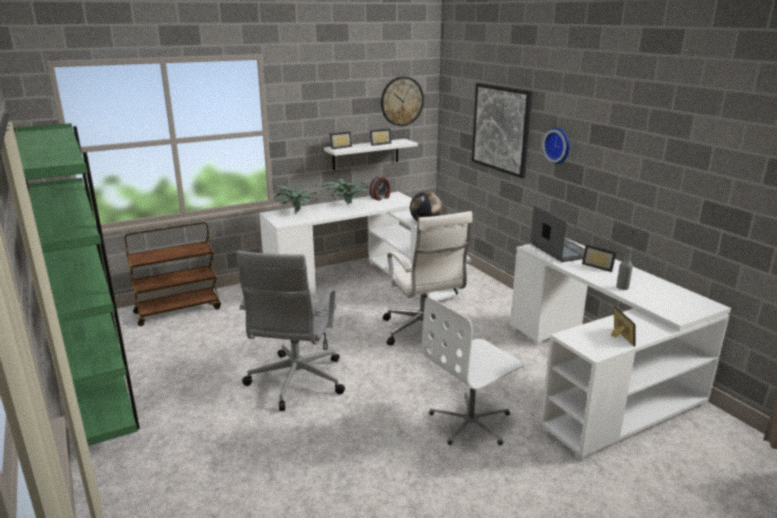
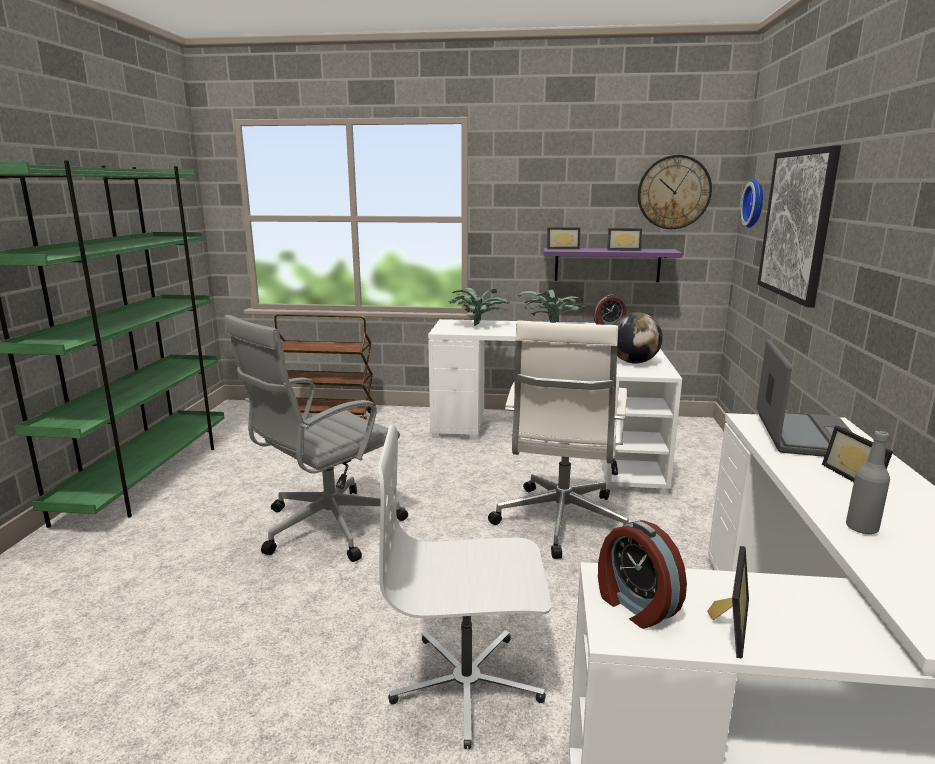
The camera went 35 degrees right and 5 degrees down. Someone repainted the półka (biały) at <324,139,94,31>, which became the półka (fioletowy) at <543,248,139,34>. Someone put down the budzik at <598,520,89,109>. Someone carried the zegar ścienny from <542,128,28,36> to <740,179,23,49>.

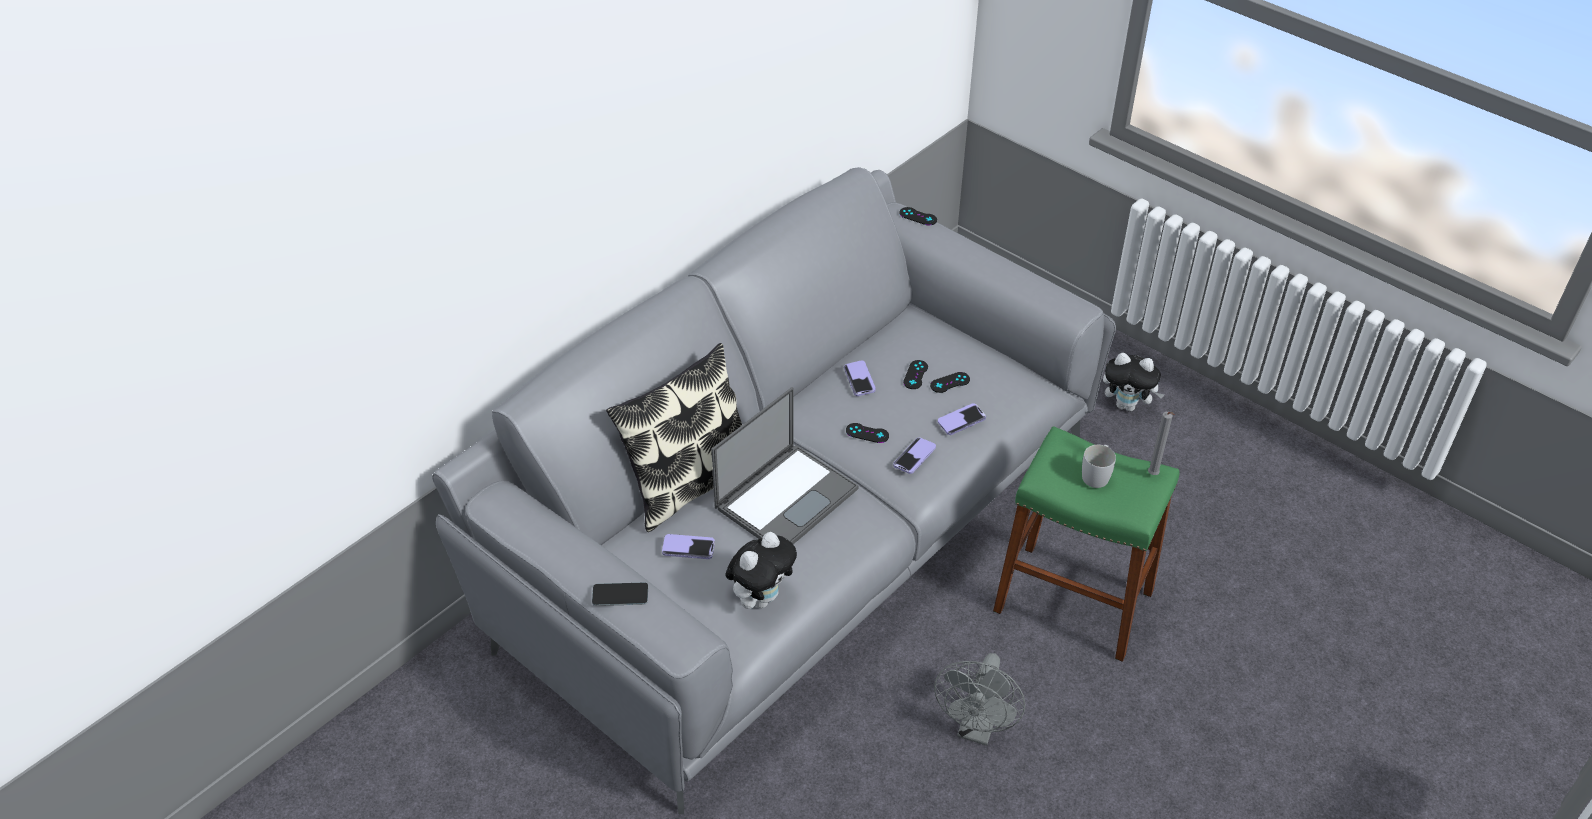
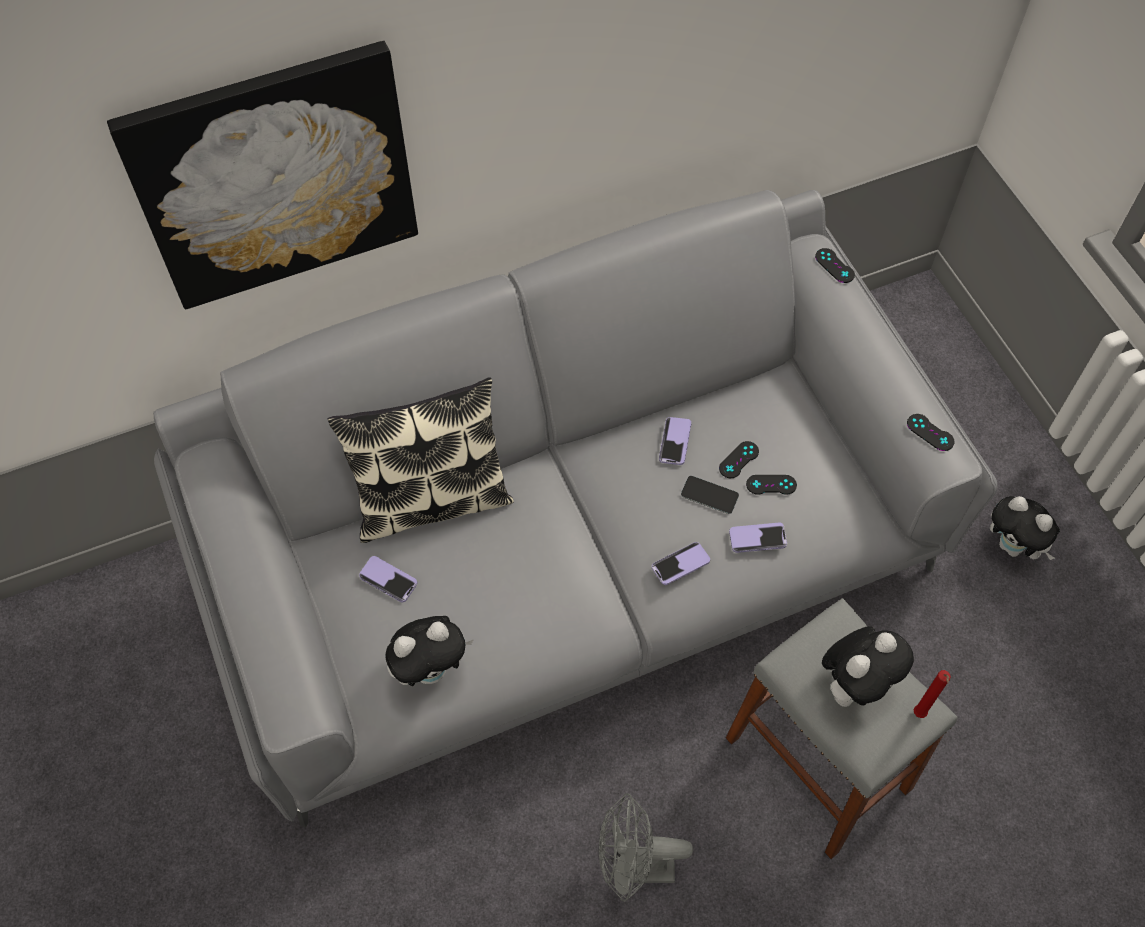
The camera went 25 degrees right and 15 degrees up. Someone put up the obraz at <107,41,311,268>. Someone rotated the wentylator (szary) at <934,653,91,93> by 45 degrees clockwise. Someone carried the telefon from <592,583,56,23> to <681,476,58,38>. Someone repainted the stołek (zielony) at <993,426,186,236>, which became the stołek (szary) at <726,598,232,261>. Someone swapped the kubek (biały) at <1082,445,34,43> for the pluszak at <822,626,92,81>. Someone carried the pad do gier (czarny) from <846,423,43,20> to <907,414,47,37>. Someone repainted the świeca (szary) at <1148,412,27,63>, which became the świeca (czerwony) at <914,670,37,48>. Someone took away the laptop at <711,387,147,157>.

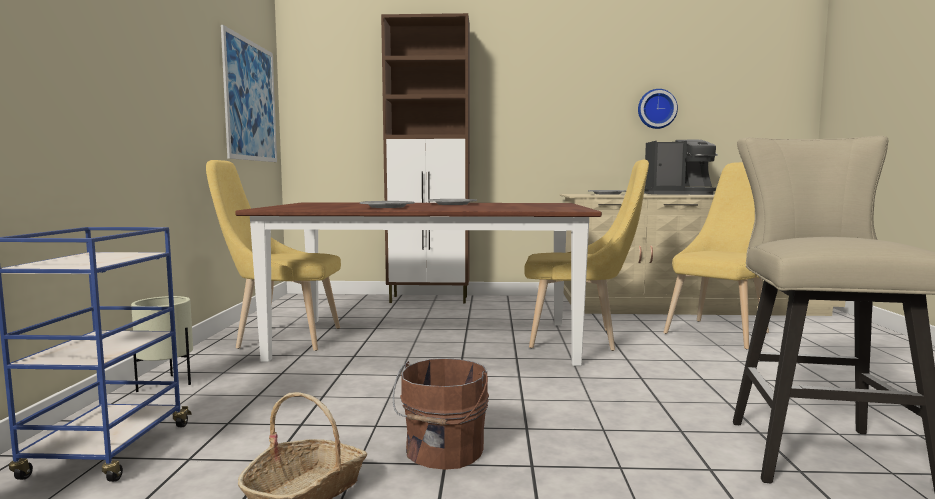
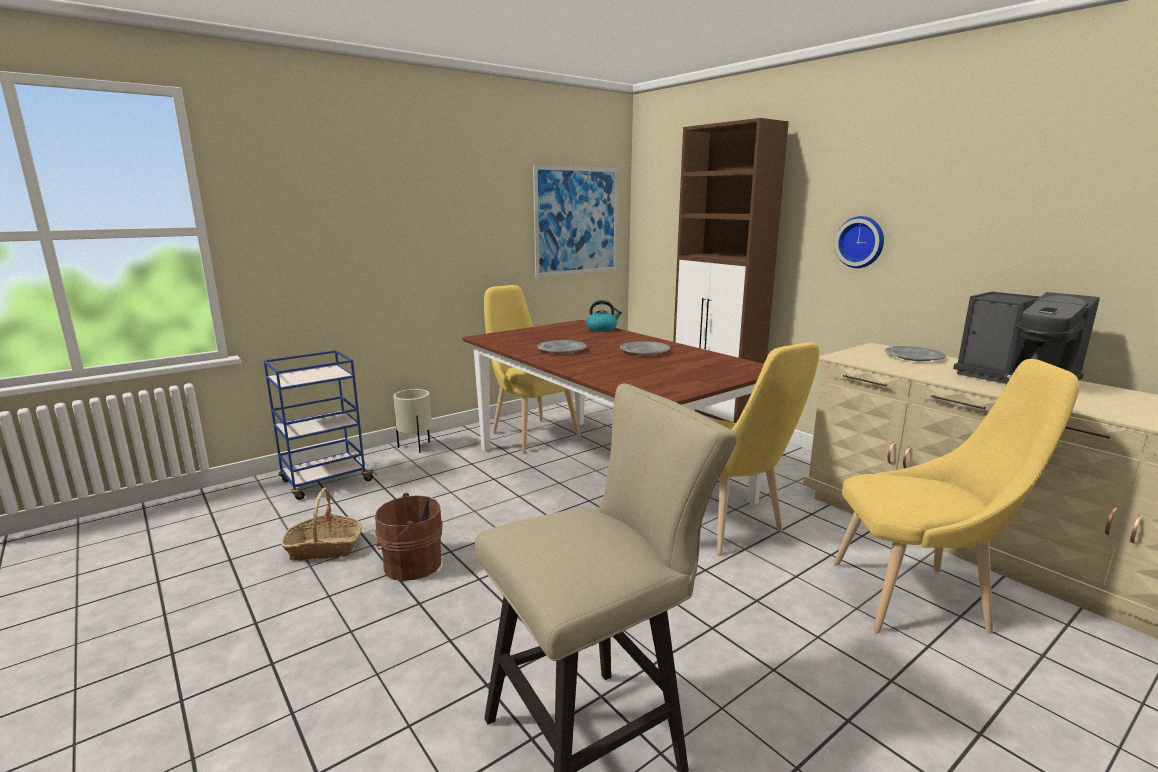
The camera went 50 degrees right and 10 degrees up. Someone put down the czajnik at <586,300,36,32>. Someone carried the zegar ścienny from <638,89,40,40> to <835,216,49,52>.

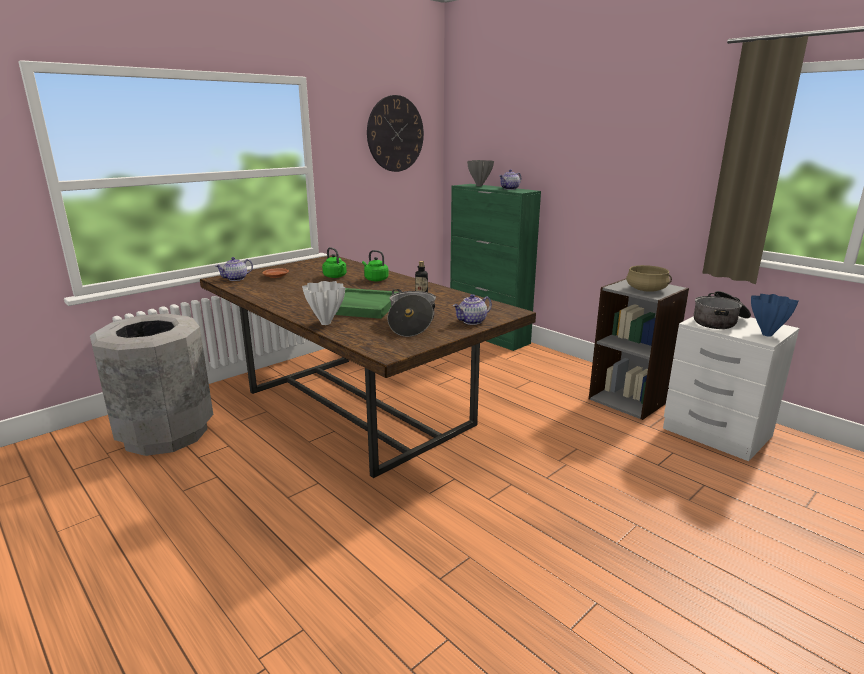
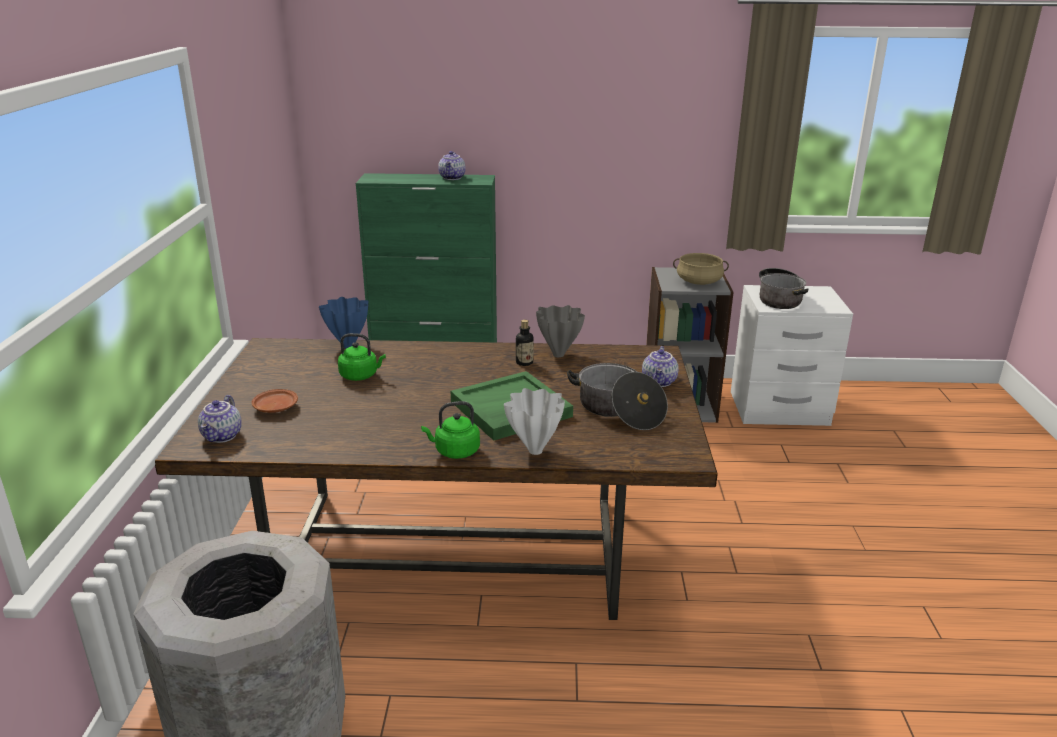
The camera went 45 degrees left and 5 degrees up. Someone carried the wazon (niebieski) from <751,294,47,43> to <319,297,49,52>. Someone carried the czajnik (zielony) from <362,250,27,32> to <421,401,59,58>. Someone carried the wazon (szary) from <467,160,27,26> to <536,305,49,52>. Someone took away the zegar ścienny at <367,95,57,77>.

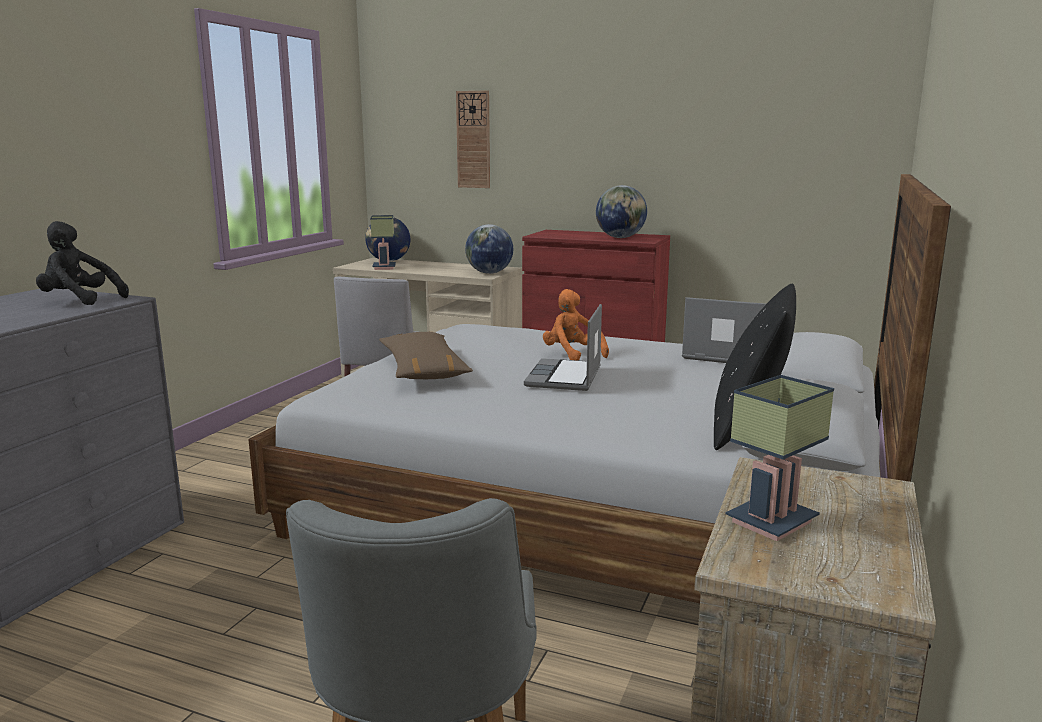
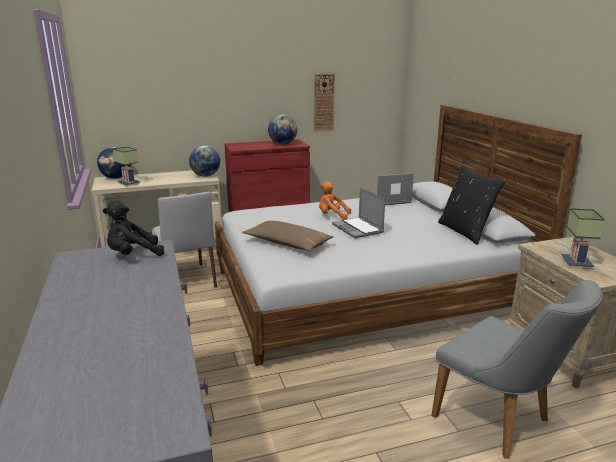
The camera went 40 degrees left and 5 degrees up. Someone carried the zegar ścienny from <456,90,34,98> to <314,73,21,59>.

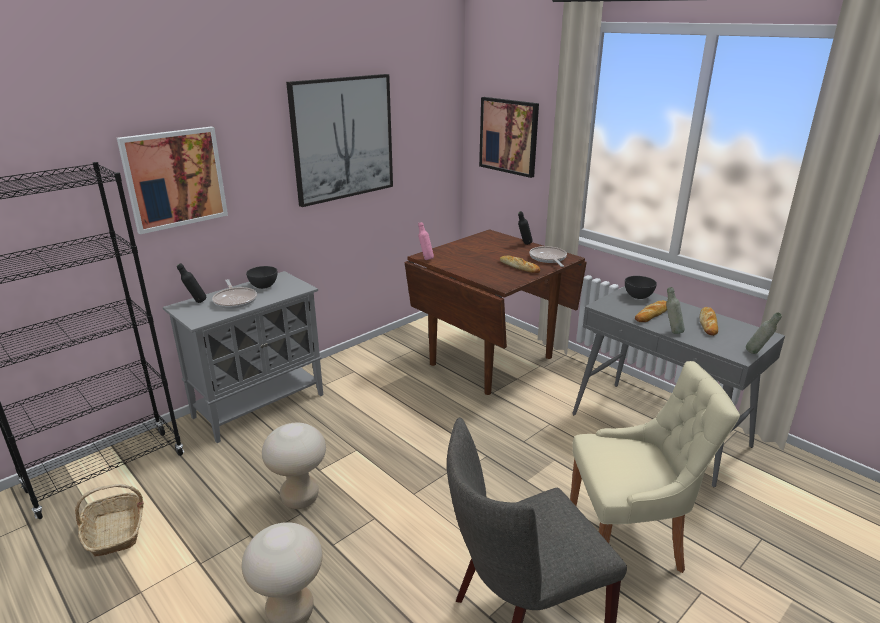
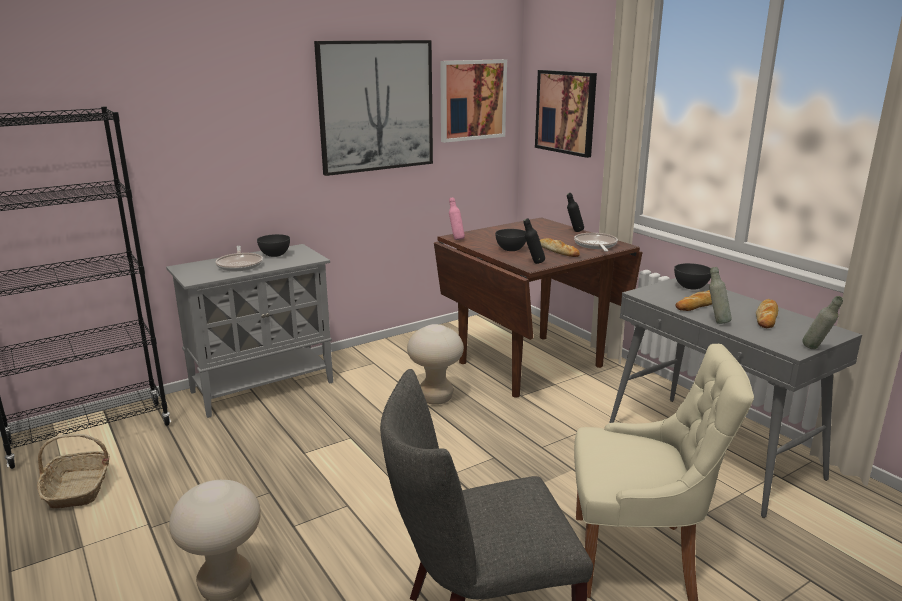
The camera went 10 degrees right and 5 degrees down. Someone carried the stołek (beżowy) from <262,423,64,86> to <407,324,57,81>. Someone carried the obraz from <117,126,111,108> to <440,59,67,84>. Someone put down the miska (szary) at <495,229,31,22>. Someone carried the butelka (czarny) from <177,263,29,40> to <524,218,21,46>.

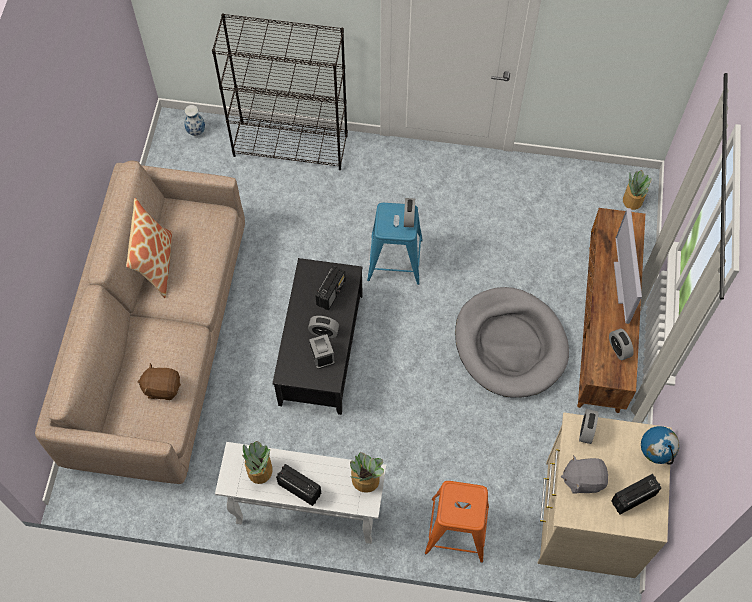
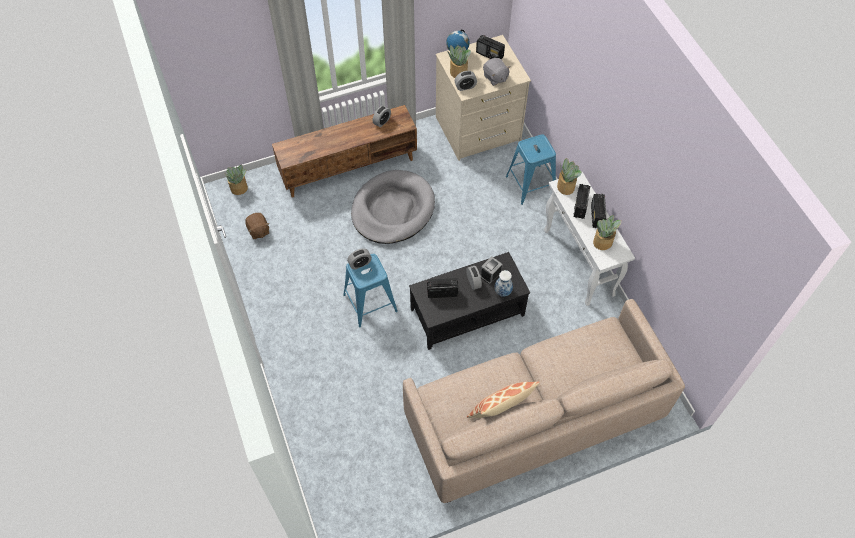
The camera went 120 degrees left and 5 degrees down. Someone carried the pluszak (brązowy) from <137,363,44,37> to <245,213,24,26>. Someone put down the roślina doniczkowa at <448,45,23,33>. Someone carried the wazon from <184,105,21,31> to <494,270,19,27>. Someone repainted the stołek (pomarańczowy) at <425,481,64,82>, which became the stołek (niebieski) at <506,134,50,71>. Someone put down the radio at <573,184,17,35>. Someone took away the regał (czarny) at <212,13,136,157>. Someone took away the telewizor at <614,208,28,116>.

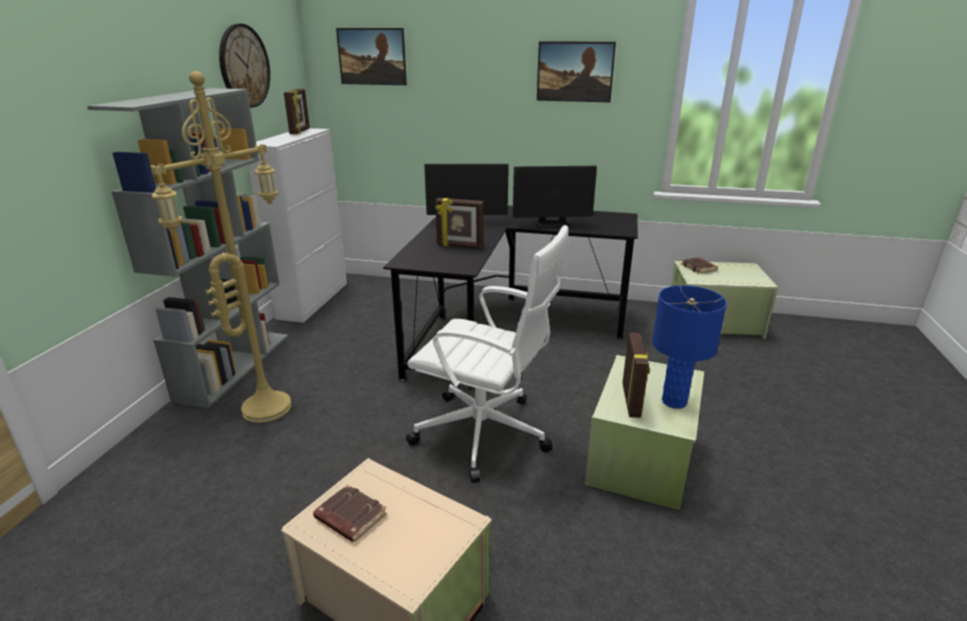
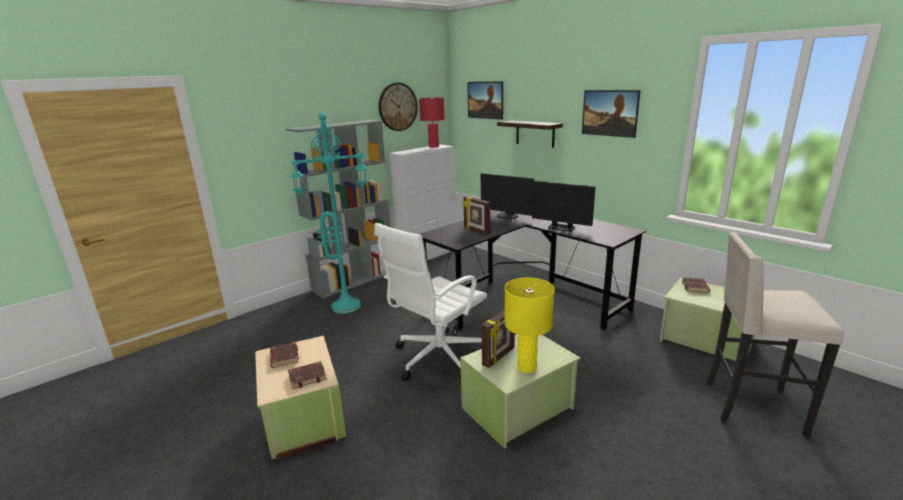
The camera went 35 degrees right and 5 degrees down. Someone put down the książka (brązowy) at <288,361,39,28>. Someone repainted the lampa stojąca (żółty) at <150,71,141,352>, which became the lampa stojąca (turkusowy) at <290,113,78,201>. Someone rotated the krzesło biurowe (biały) at <406,225,163,258> by 75 degrees clockwise. Someone swapped the ramka na zdjęcie at <284,89,26,45> for the lampa stołowa (czerwony) at <419,98,26,50>. Someone put up the półka at <497,120,66,28>. Someone repainted the lampa stołowa (niebieski) at <652,285,75,124>, which became the lampa stołowa (żółty) at <504,278,51,95>. Someone put down the stołek (beżowy) at <707,232,137,206>.

